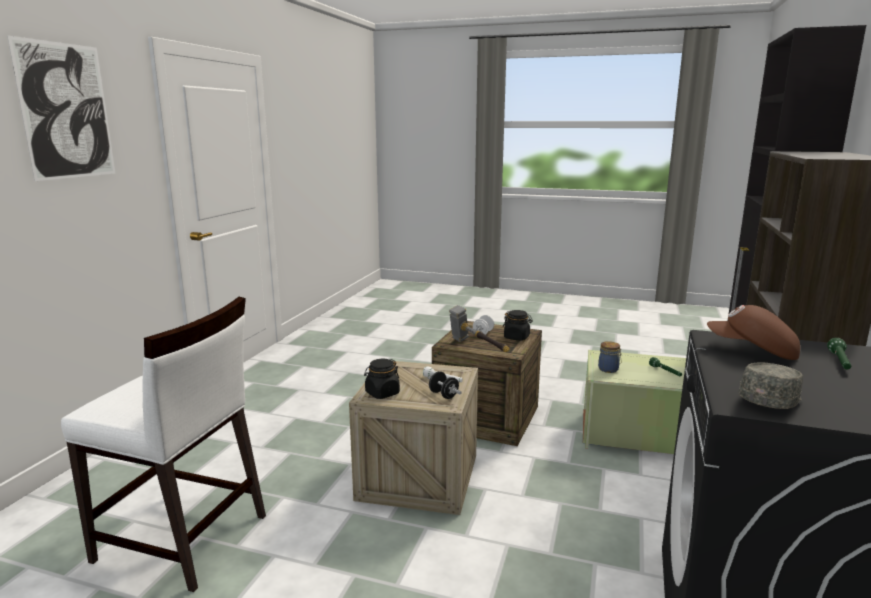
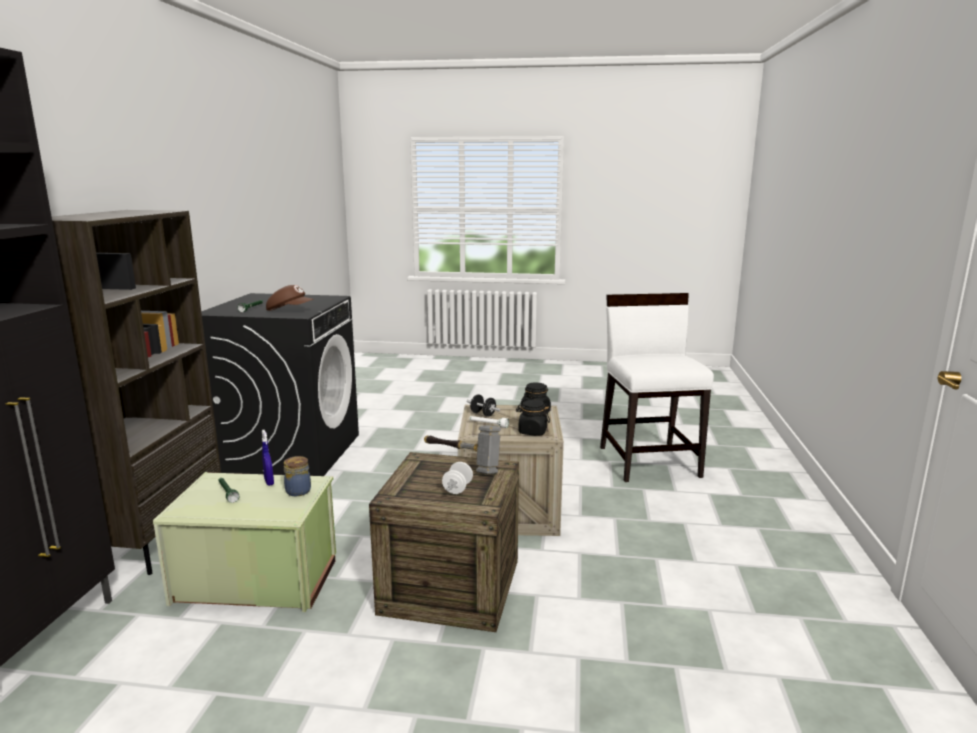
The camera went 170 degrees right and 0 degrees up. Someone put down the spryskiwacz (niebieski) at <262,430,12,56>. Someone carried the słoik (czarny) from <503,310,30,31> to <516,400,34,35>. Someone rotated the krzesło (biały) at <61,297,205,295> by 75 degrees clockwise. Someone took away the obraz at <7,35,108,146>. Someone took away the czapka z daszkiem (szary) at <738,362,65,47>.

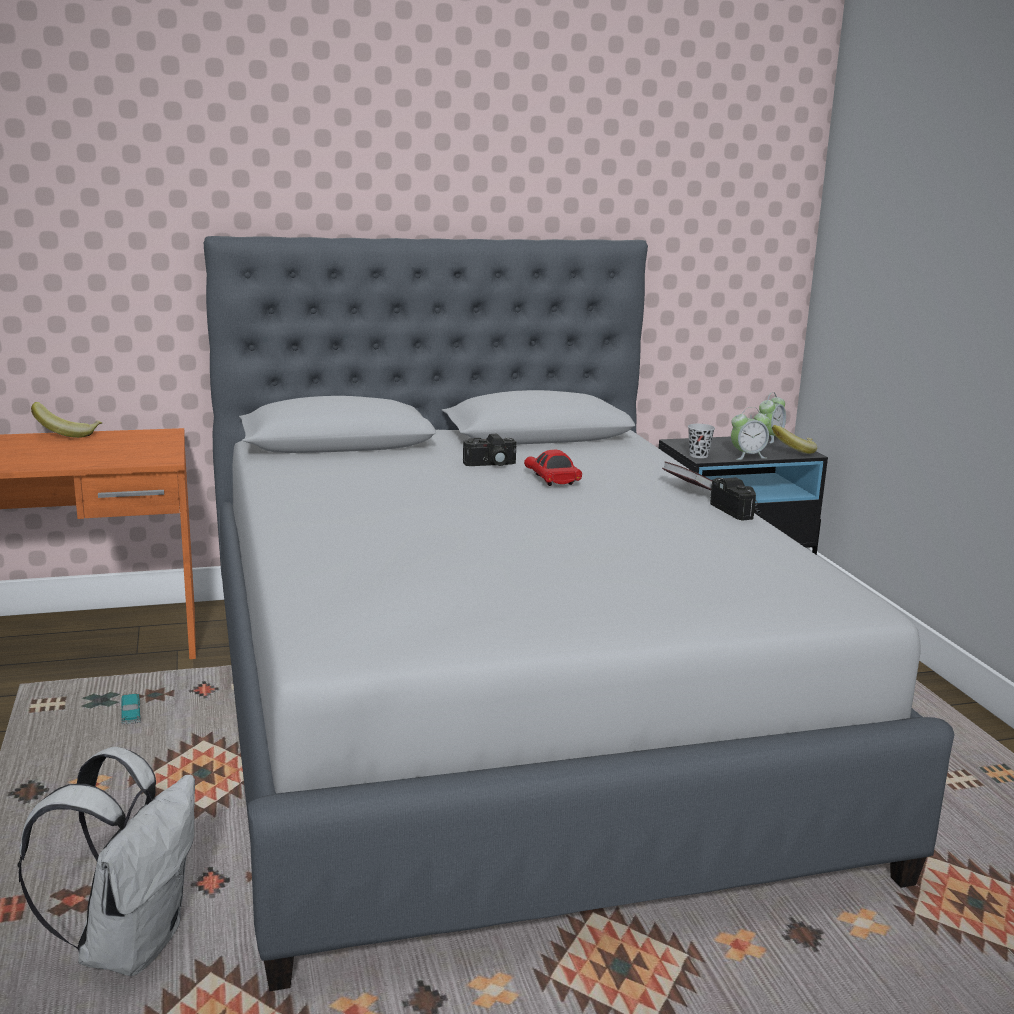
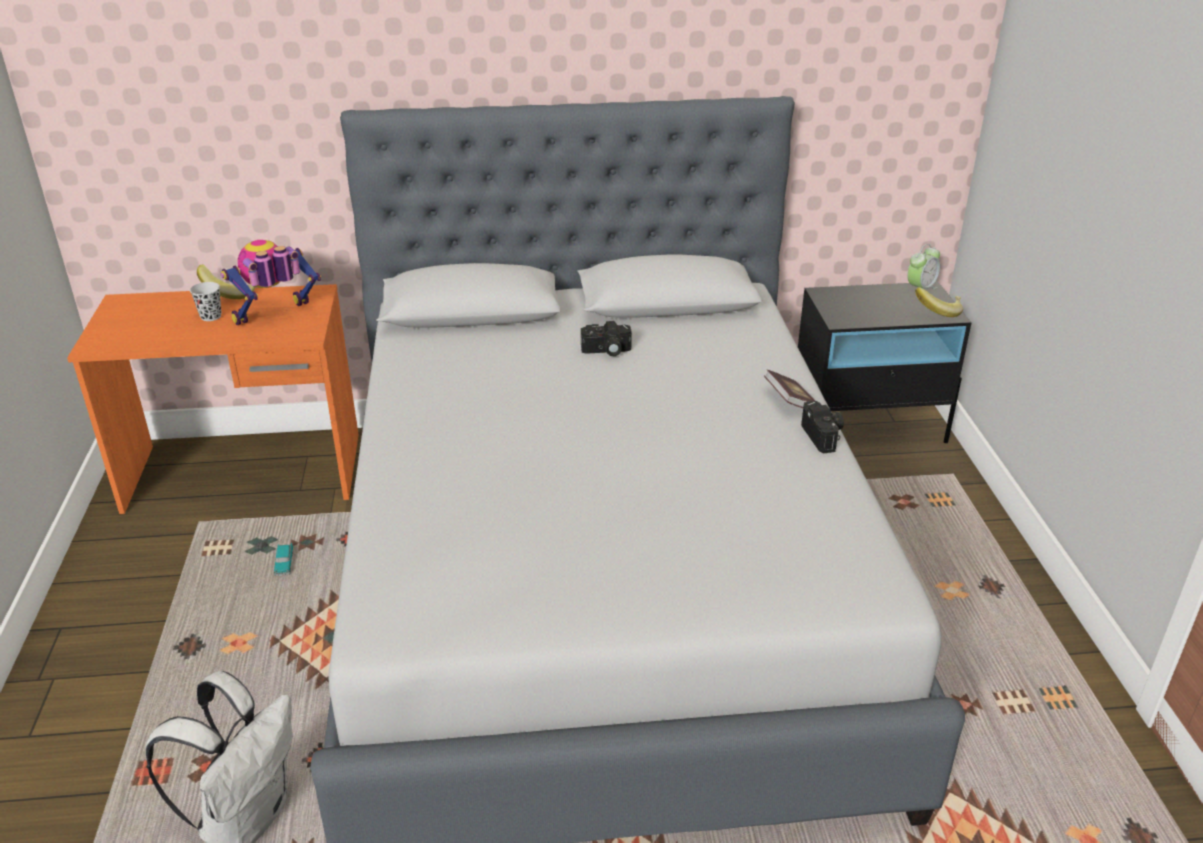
The camera went 10 degrees right and 15 degrees up. Someone carried the filiżanka (czarny) from <688,424,27,34> to <190,282,32,39>. Someone put down the robot zabawkowy at <220,240,101,85>. Someone took away the samochodzik (czerwony) at <524,450,58,36>. Someone took away the budzik at <731,407,39,53>.

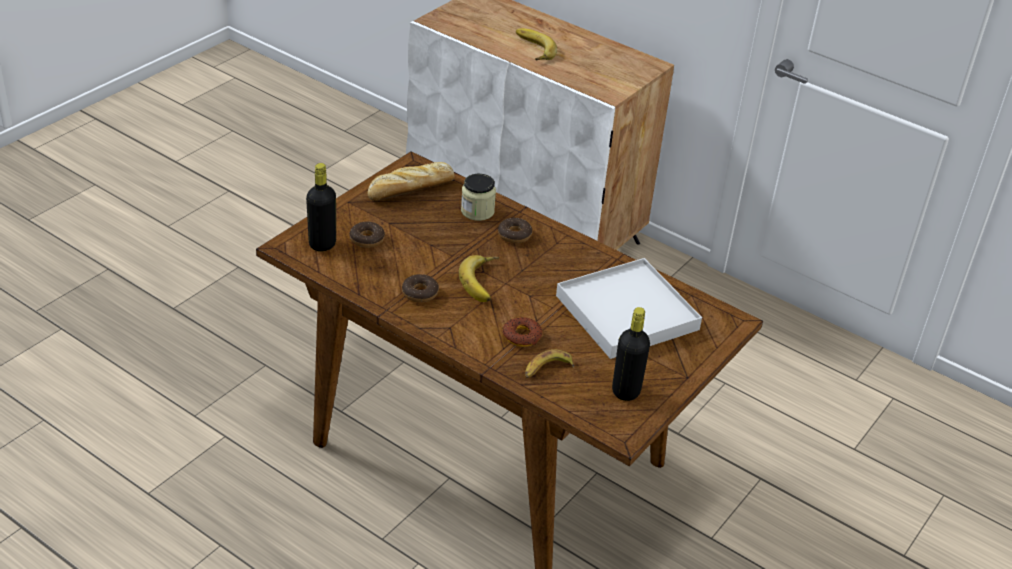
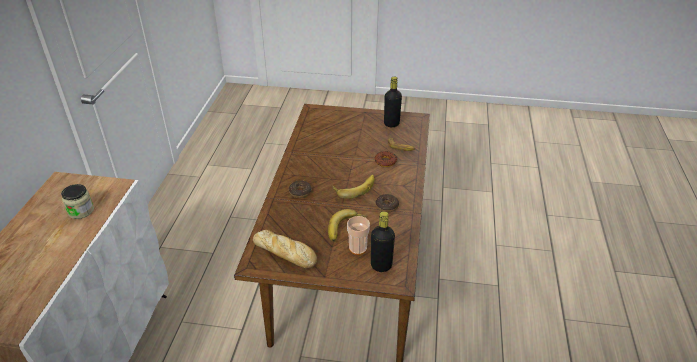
The camera went 115 degrees left and 0 degrees up. Someone carried the słoik from <461,174,35,47> to <61,184,33,35>. Someone carried the banan from <516,29,41,31> to <328,209,38,32>. Someone swapped the donut at <350,222,35,26> for the filiżanka at <347,216,23,39>. Someone took away the taca (biały) at <556,258,146,101>.

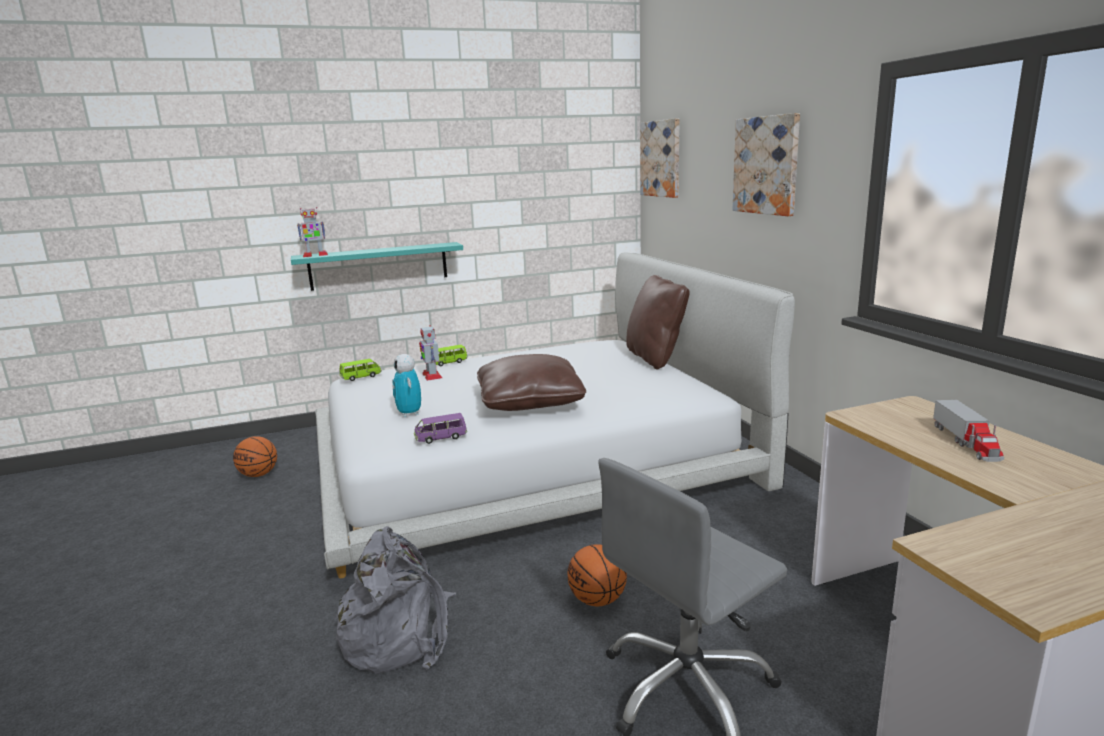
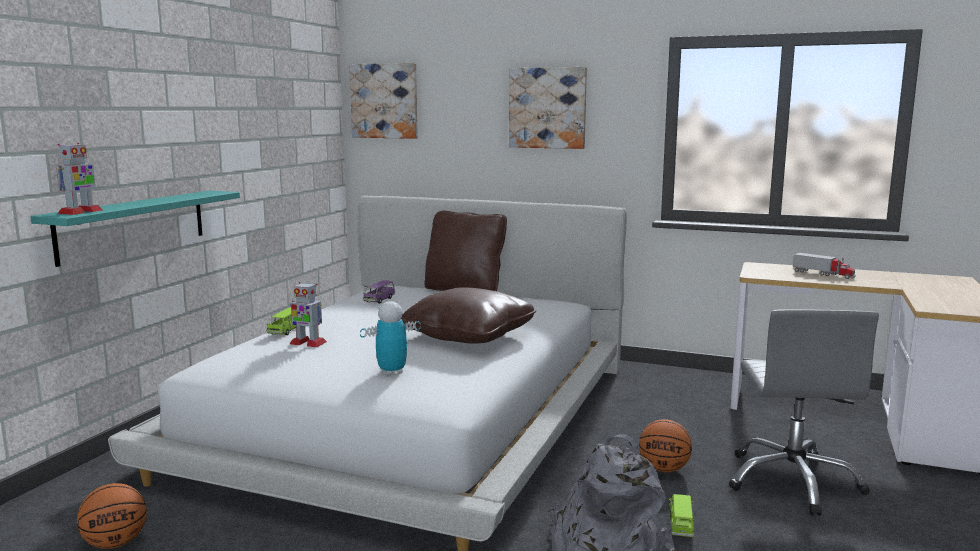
The camera went 50 degrees left and 5 degrees down. Someone rotated the robot zabawkowy at <392,354,29,63> by 135 degrees clockwise. Someone carried the samochodzik (fioletowy) from <414,413,53,31> to <363,280,32,23>. Someone carried the samochodzik (zielony) from <339,359,43,22> to <669,494,26,43>.

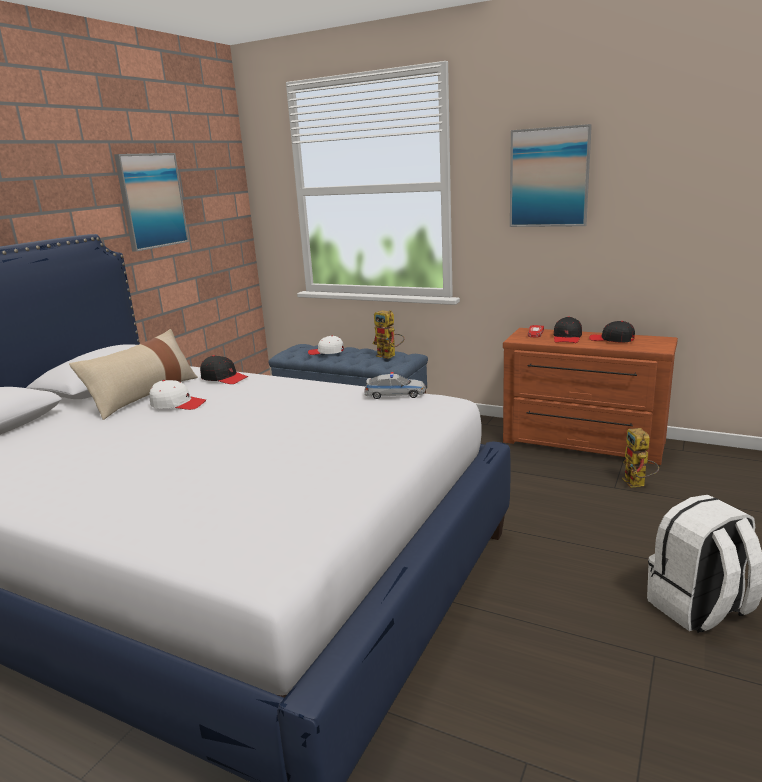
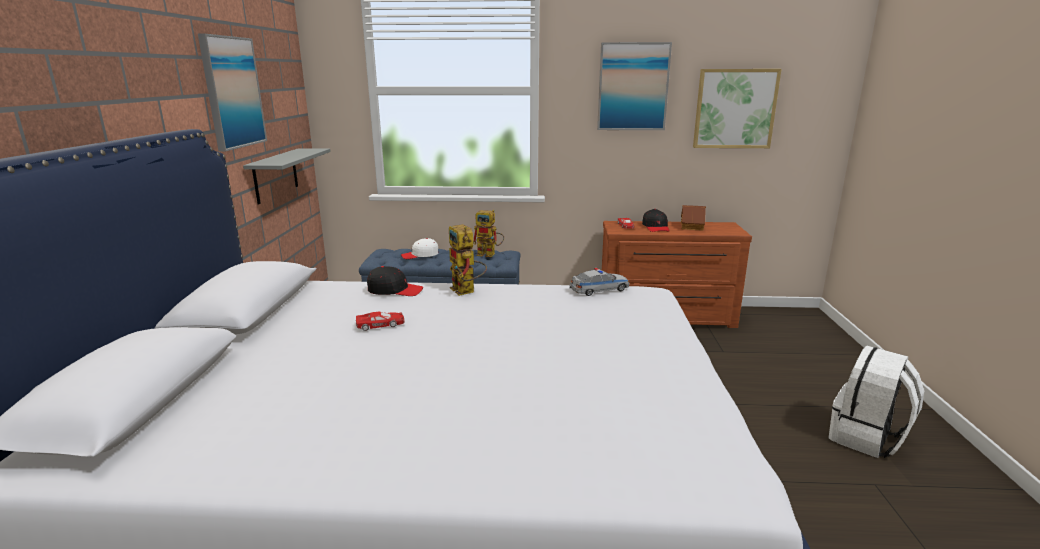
The camera went 25 degrees left and 0 degrees up. Someone put up the półka (szary) at <243,148,88,57>. Someone swapped the czapka z daszkiem (biały) at <149,380,57,30> for the samochodzik (czerwony) at <356,312,49,19>. Someone carried the robot zabawkowy from <622,428,37,60> to <449,224,38,72>. Someone swapped the czapka z daszkiem (czarny) at <589,321,46,21> for the domek at <681,205,25,26>. Someone put up the obraz at <693,69,88,79>. Someone took away the poduszka (beżowy) at <69,329,129,91>.

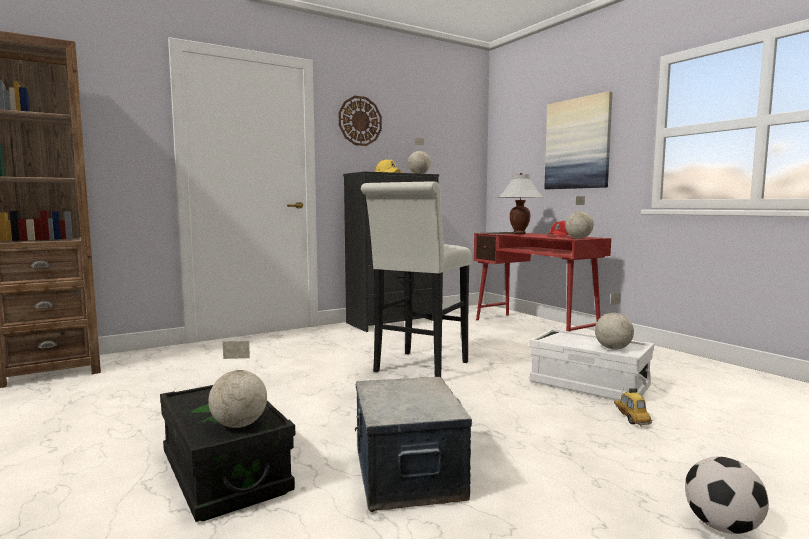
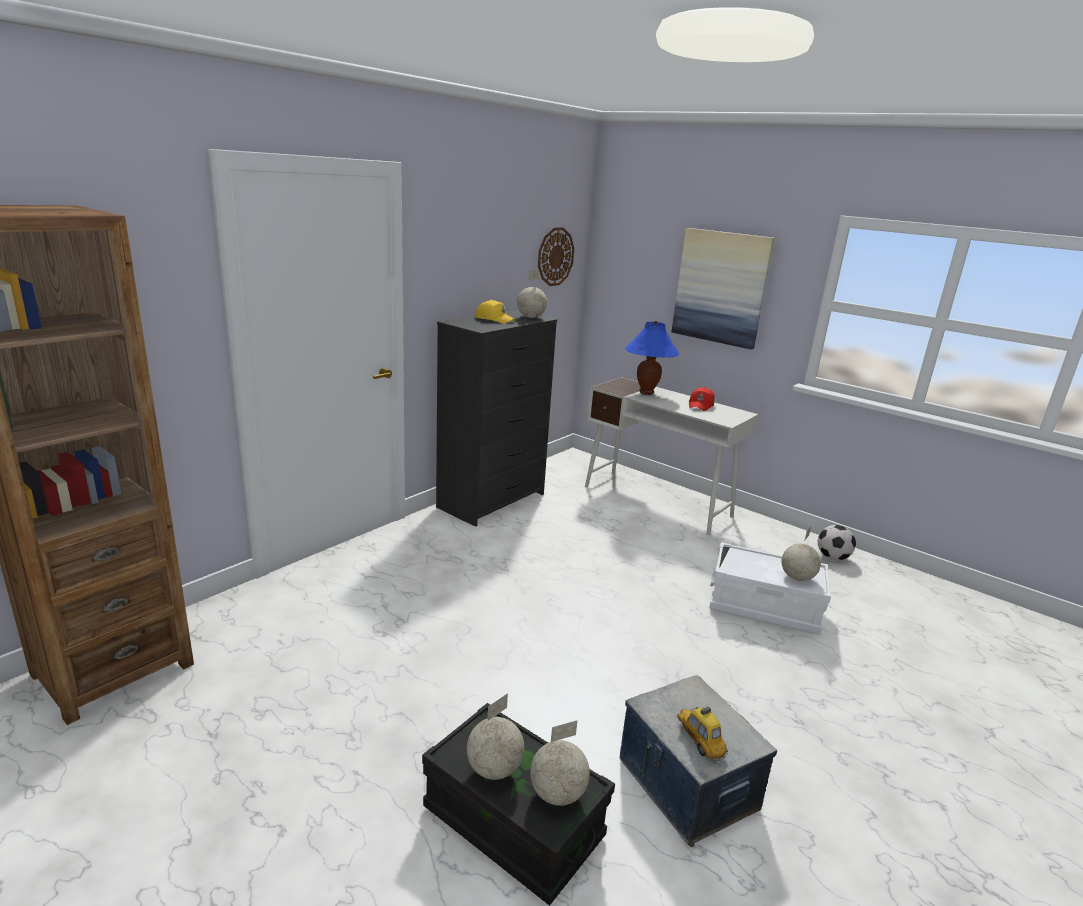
The camera went 20 degrees left and 15 degrees up. Someone carried the globus from <565,196,29,43> to <467,693,57,87>. Someone carried the zegar ścienny from <339,96,43,50> to <538,227,36,59>. Someone repainted the biurko (czerwony) at <474,232,137,100>, which became the biurko (biały) at <585,377,173,158>. Someone repainted the lampa stołowa (biały) at <498,173,46,61>, which became the lampa stołowa (niebieski) at <625,321,55,74>. Someone carried the samochodzik from <614,388,38,39> to <677,706,51,58>. Someone carried the piłka futbolowa from <685,456,84,78> to <818,525,38,35>. Someone took away the stołek (biały) at <361,181,111,196>.

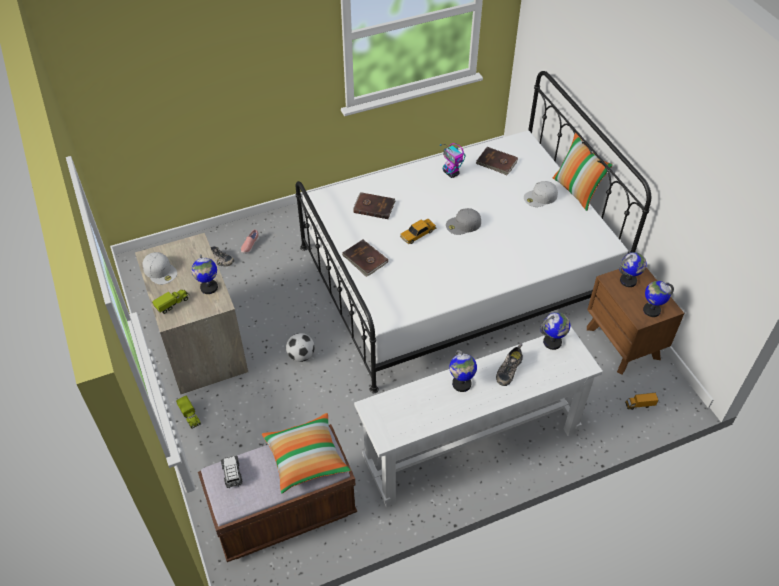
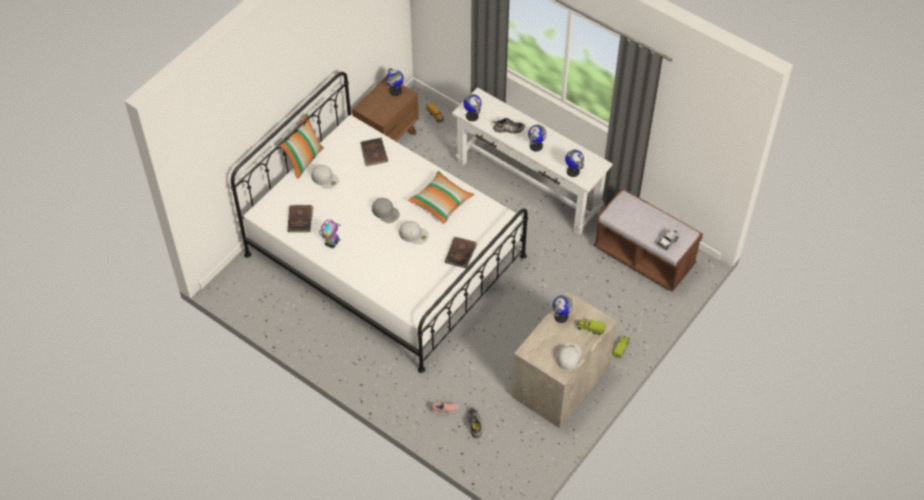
The camera went 120 degrees left and 5 degrees up. Someone carried the książka (brązowy) from <353,192,42,27> to <360,138,28,28>. Someone swapped the samochodzik at <400,219,36,25> for the czapka z daszkiem (biały) at <399,221,30,24>. Someone carried the poduszka from <262,413,89,81> to <408,171,66,53>. Someone carried the globus from <619,252,28,35> to <565,150,19,27>. Someone took away the piłka futbolowa at <286,333,29,29>.

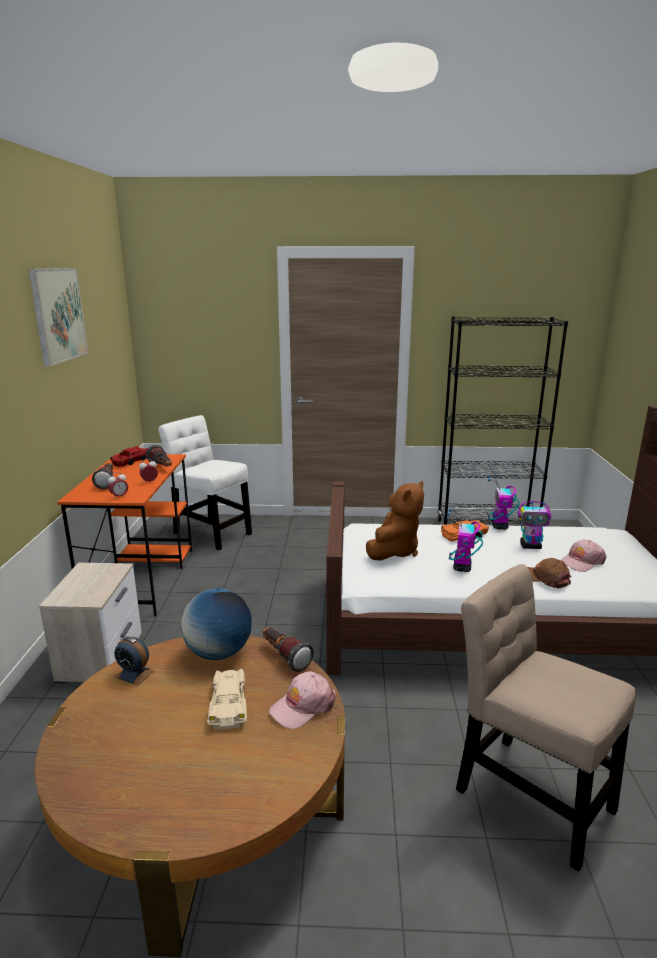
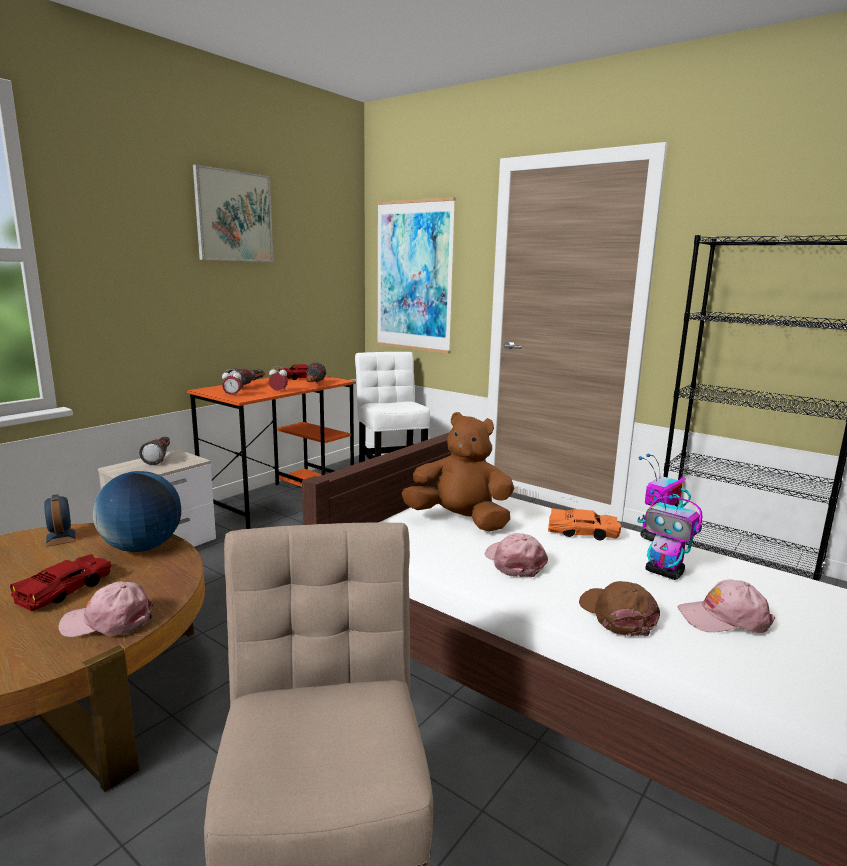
The camera went 35 degrees right and 5 degrees down. Someone repainted the samochodzik (beżowy) at <207,669,40,61>, which became the samochodzik (czerwony) at <10,554,102,57>. Someone carried the latarka from <263,627,51,45> to <139,437,31,28>. Someone put up the obraz at <376,197,80,157>. Someone rotated the pluszak (brązowy) at <366,481,58,80> by 135 degrees counterclockwise. Someone swapped the robot zabawkowy at <447,509,36,63> for the czapka z daszkiem (różowy) at <485,533,63,44>.

